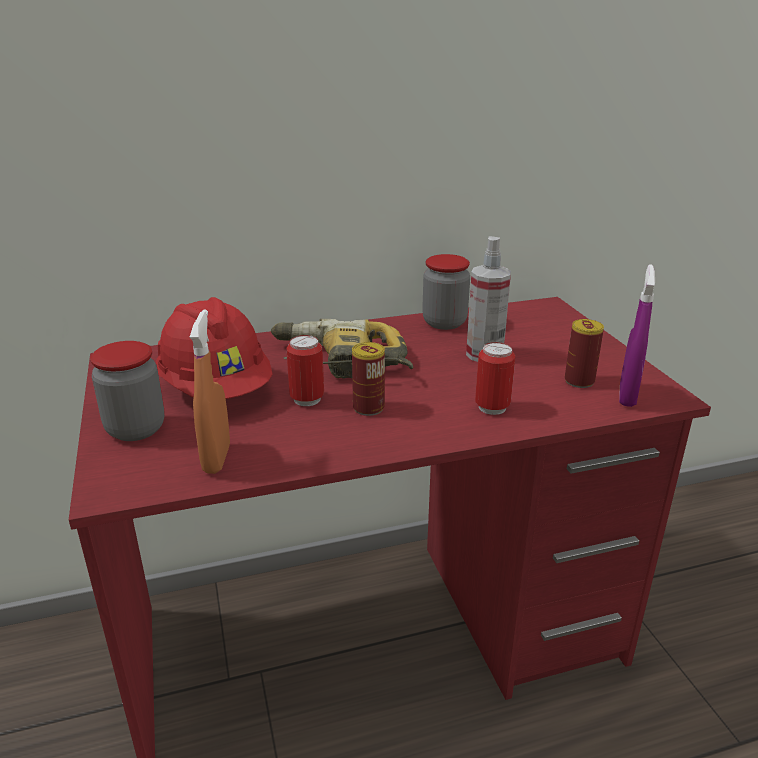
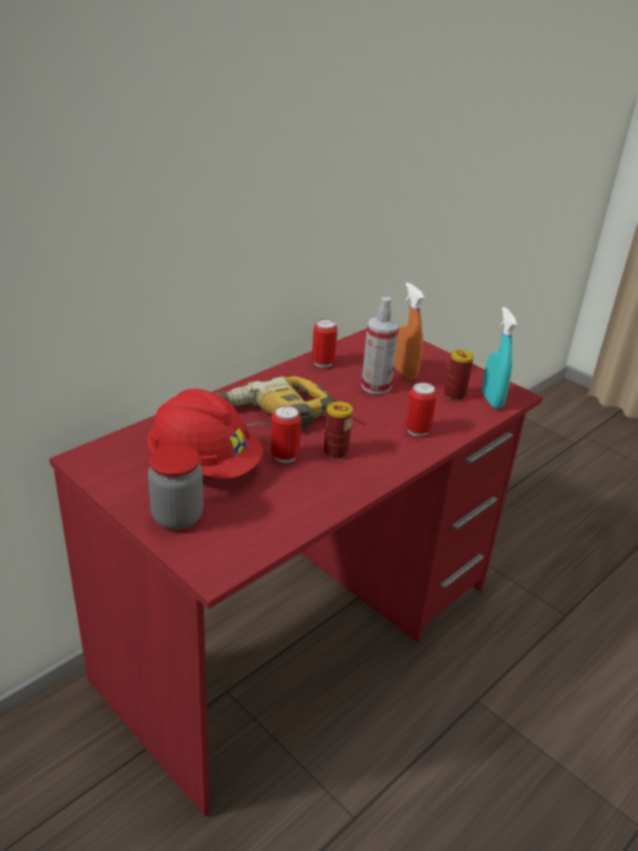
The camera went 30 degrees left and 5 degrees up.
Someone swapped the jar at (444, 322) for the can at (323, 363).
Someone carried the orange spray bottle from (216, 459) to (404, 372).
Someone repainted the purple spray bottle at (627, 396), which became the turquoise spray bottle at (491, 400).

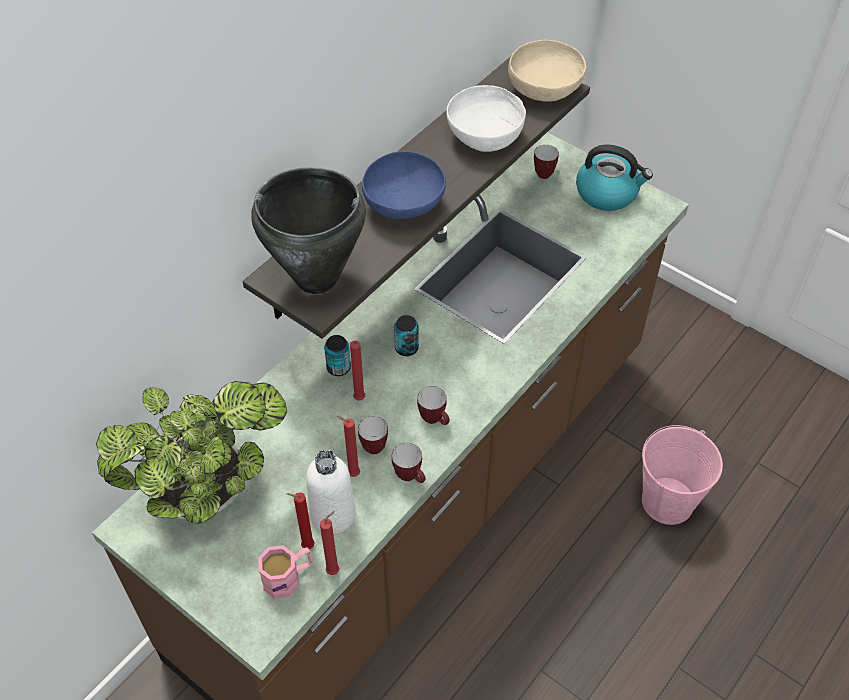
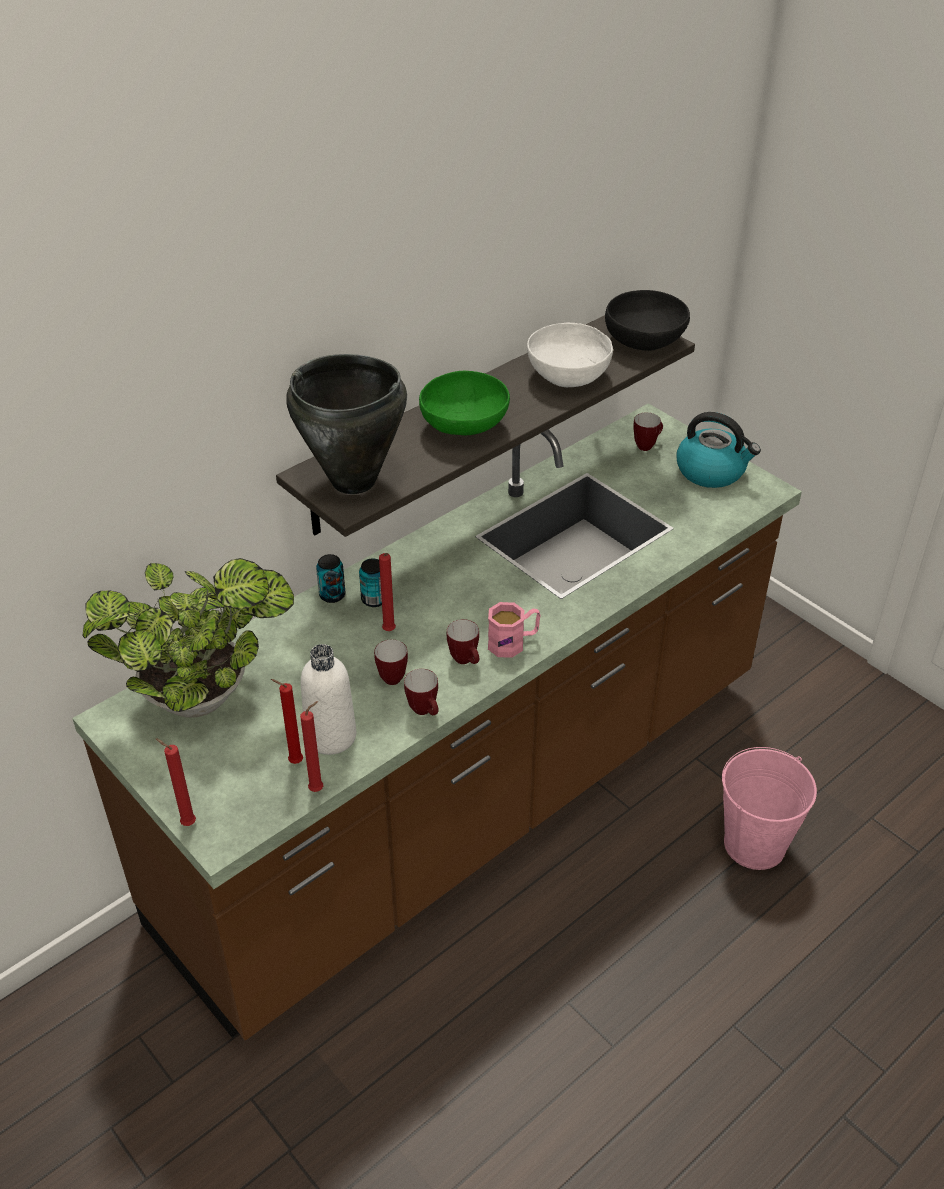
The camera went 10 degrees right and 10 degrees down.
Someone carried the red candle from (351, 474) to (186, 823).
Someone carried the can from (406, 348) to (332, 595).
Someone repainted the blue bowl at (404, 205), which became the green bowl at (465, 427).
Someone carried the pink mug from (288, 577) to (513, 642).
Someone repainted the beige bowl at (545, 89), which became the black bowl at (645, 340).

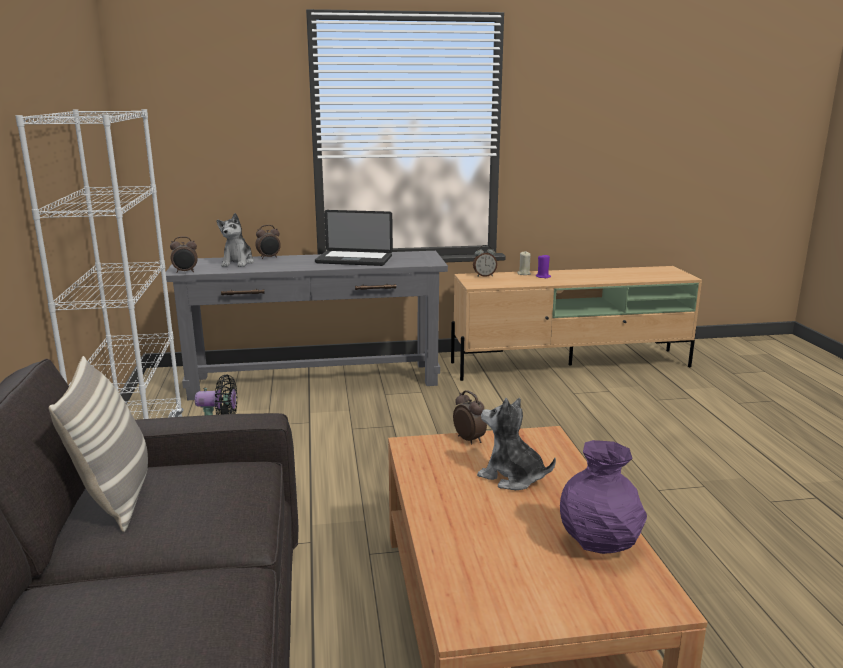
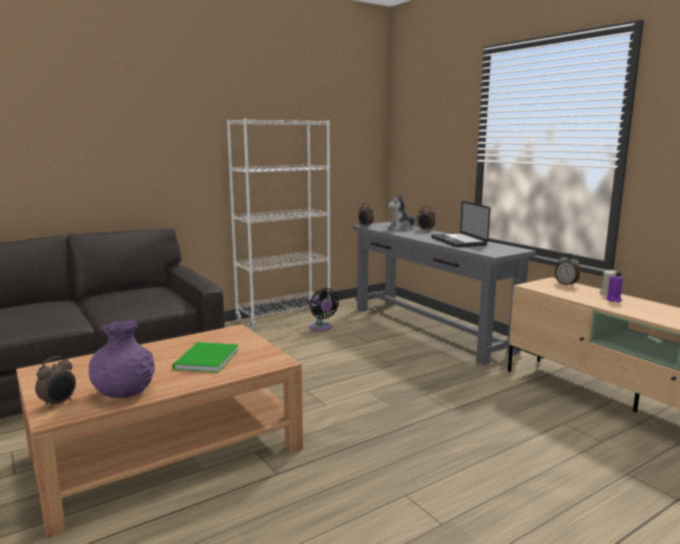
The camera went 65 degrees right and 5 degrees down.
Someone carried the alarm clock from (469, 439) to (59, 403).
Someone swapped the plush toy at (512, 477) for the green book at (204, 359).
Someone took away the pillow at (116, 496).

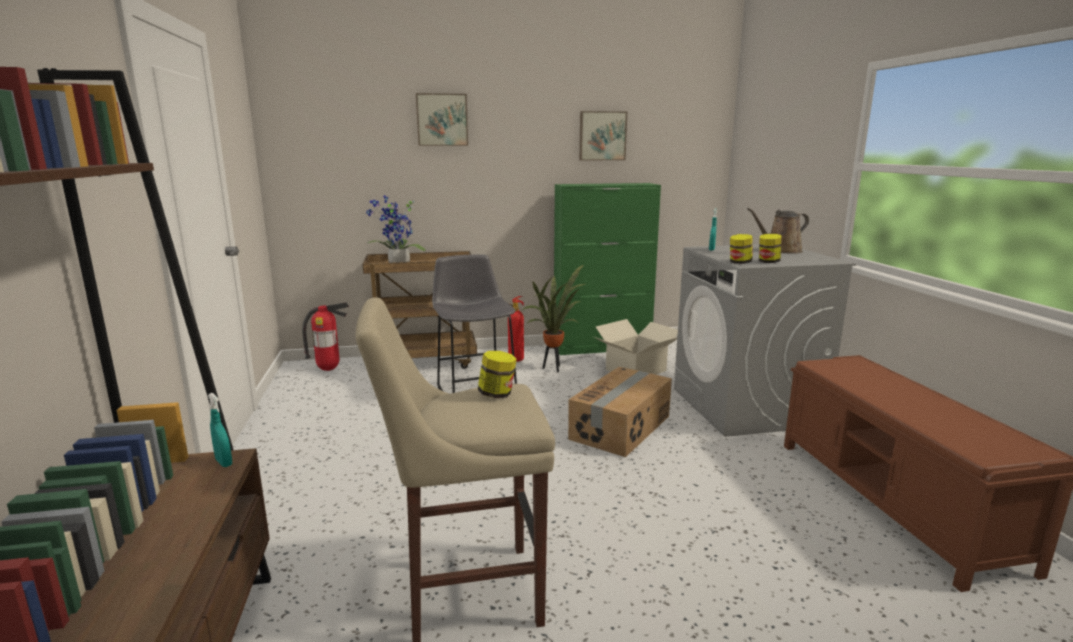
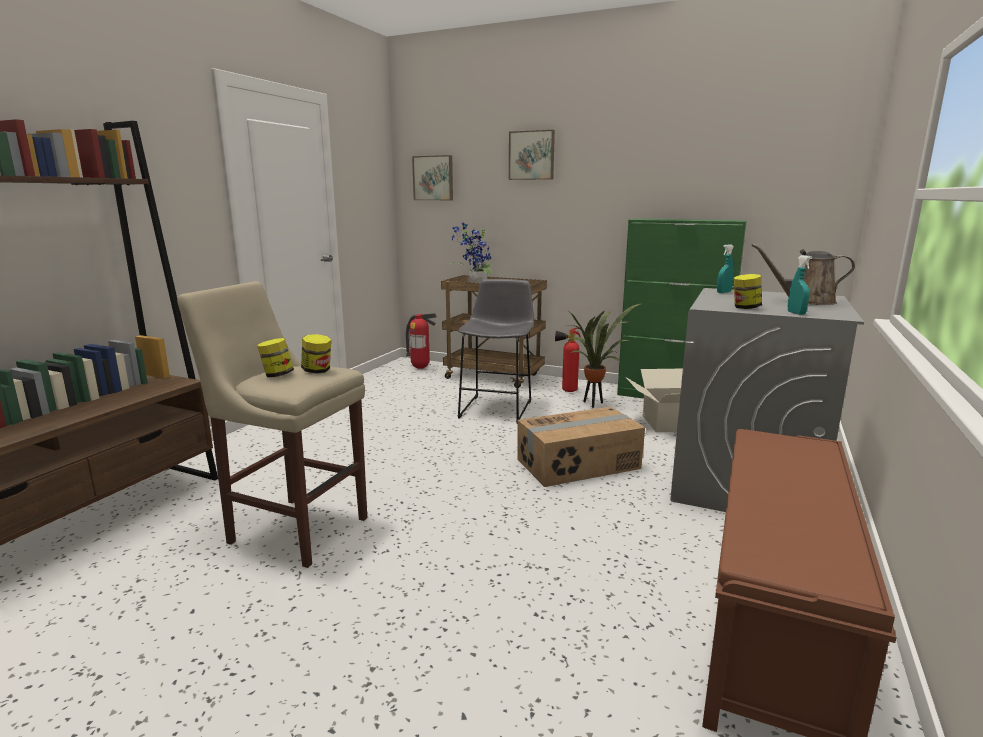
The camera went 35 degrees right and 0 degrees up.
Someone carried the jar from (739, 262) to (277, 375).
Someone carried the picture from (602, 136) to (433, 178).
Someone carried the turquoise spray bottle from (224, 462) to (796, 313).

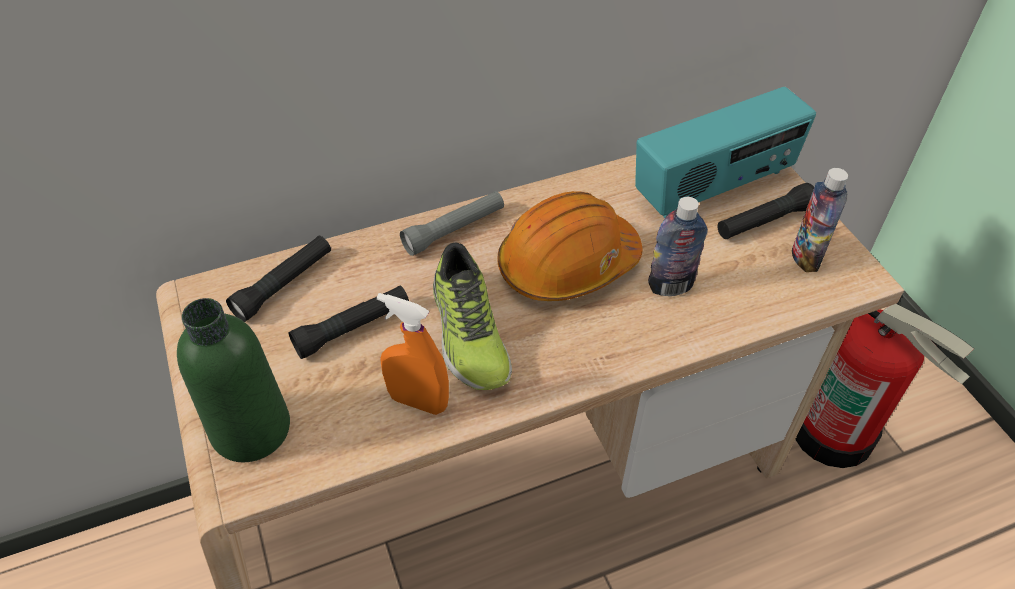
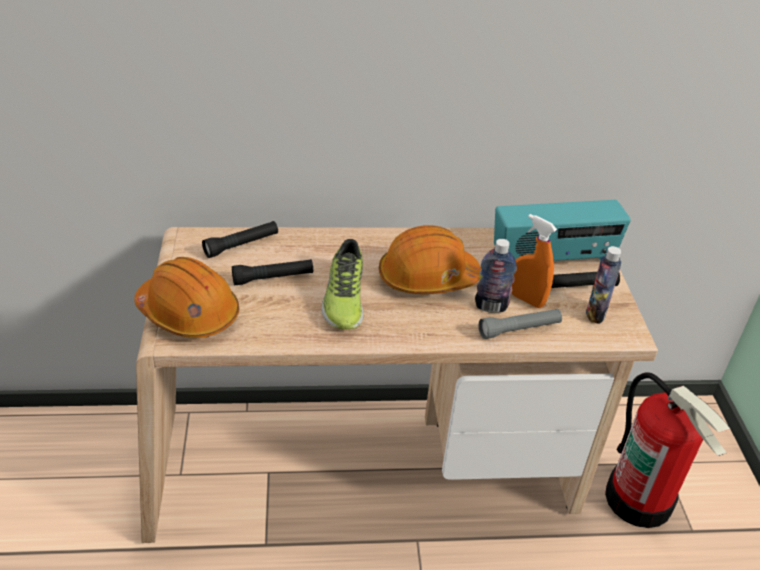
The camera went 15 degrees right and 10 degrees down.
Someone swapped the green bottle at (251, 429) for the orange hard hat at (189, 313).
Someone carried the grey flashlight from (454, 230) to (519, 329).
Someone carried the orange spray bottle from (418, 401) to (526, 299).

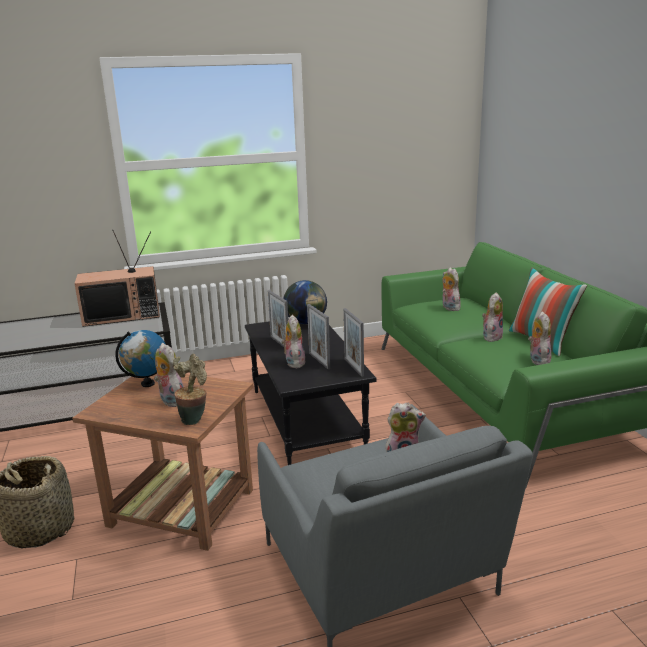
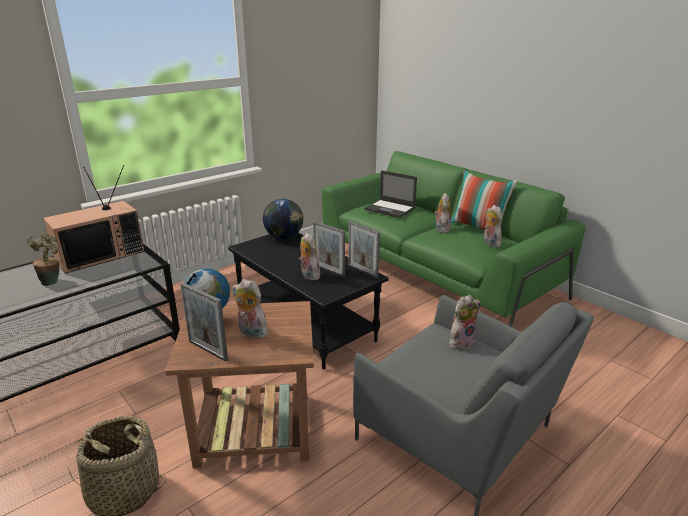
The camera went 25 degrees left and 5 degrees up.
Someone carried the potted plant from (194, 418) to (52, 281).
Someone carried the picture frame from (280, 343) to (208, 350).
Someone swapped the plush toy at (449, 308) for the laptop at (390, 209).

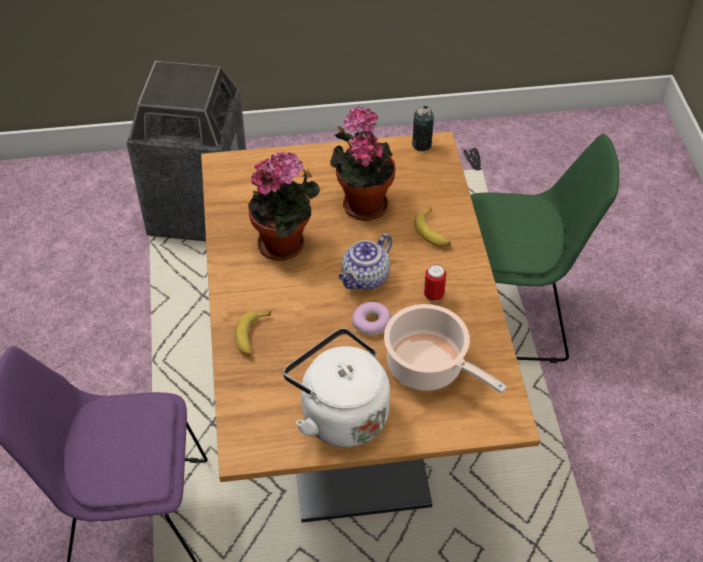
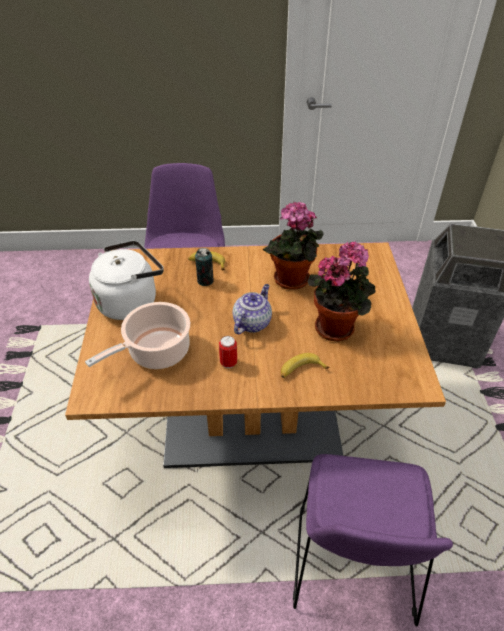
The camera went 95 degrees right and 5 degrees down.
Someone carried the can from (421, 145) to (205, 281).
Someone rotated the teapot at (365, 278) by 75 degrees clockwise.
Someone repainted the green chair at (512, 313), which became the purple chair at (353, 566).
Someone took away the donut at (371, 323).

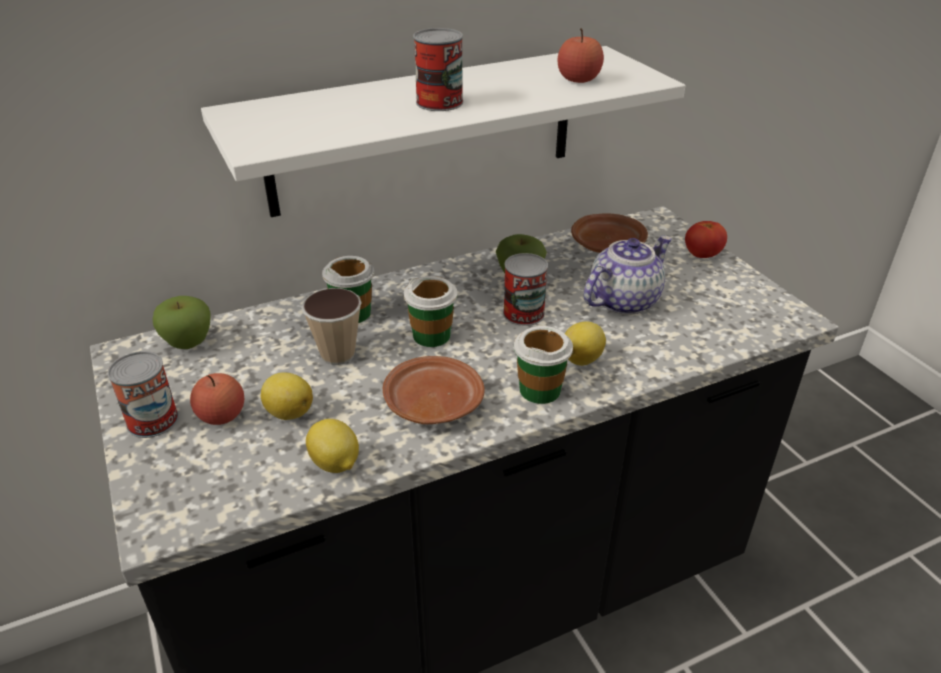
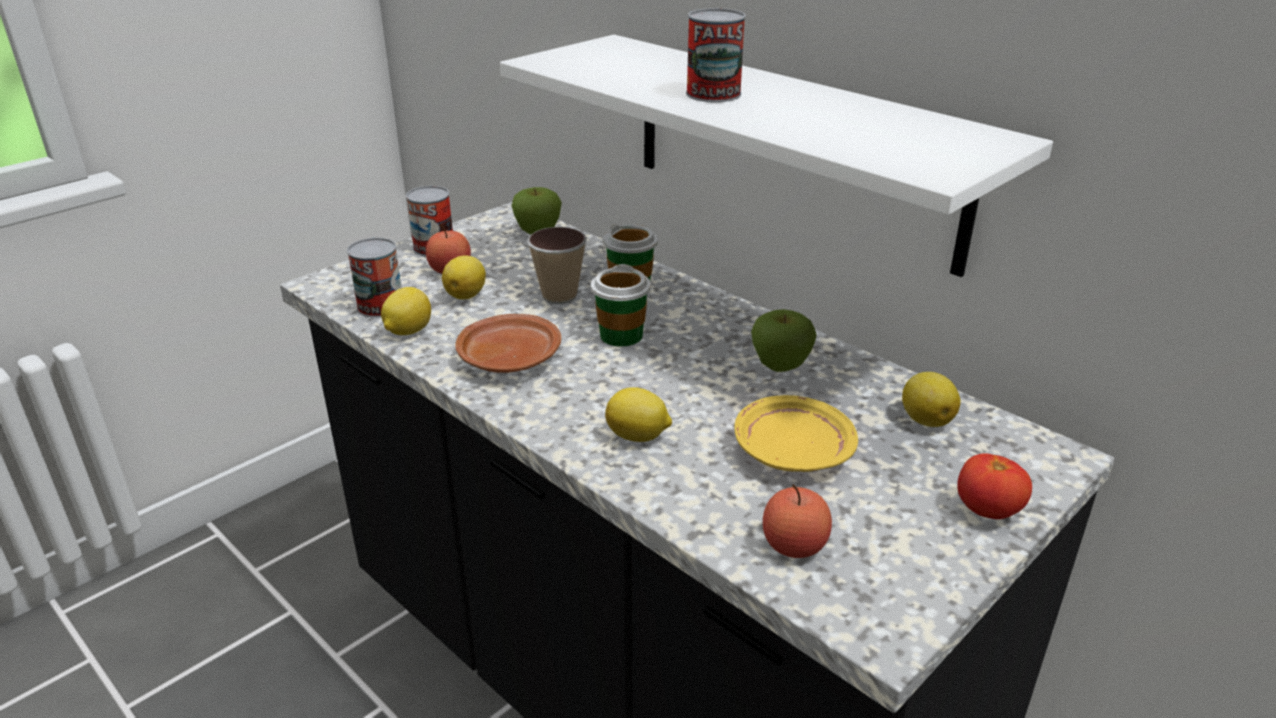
The camera went 70 degrees right and 5 degrees down.
Someone carried the can from (523, 313) to (380, 306).
Someone swapped the teapot at (623, 300) for the yellow plate at (791, 451).
Someone carried the apple from (578, 80) to (794, 545).
Someone swapped the brown plate at (607, 245) for the lemon at (925, 419).
Someone took away the cup at (540, 390).

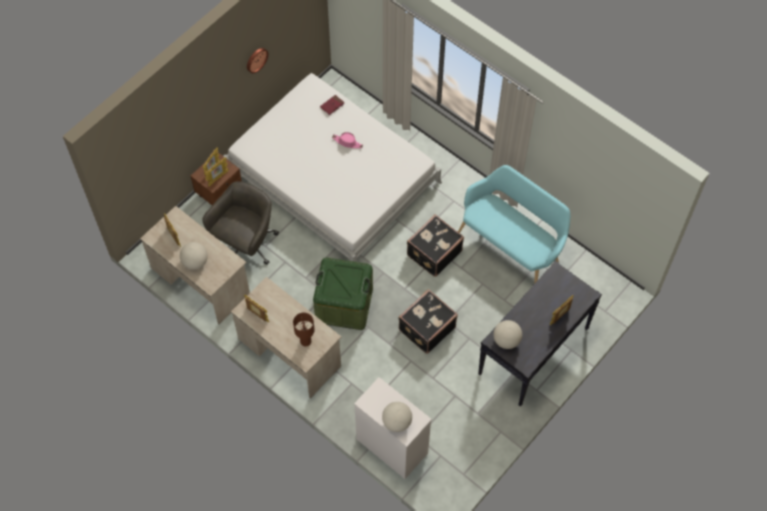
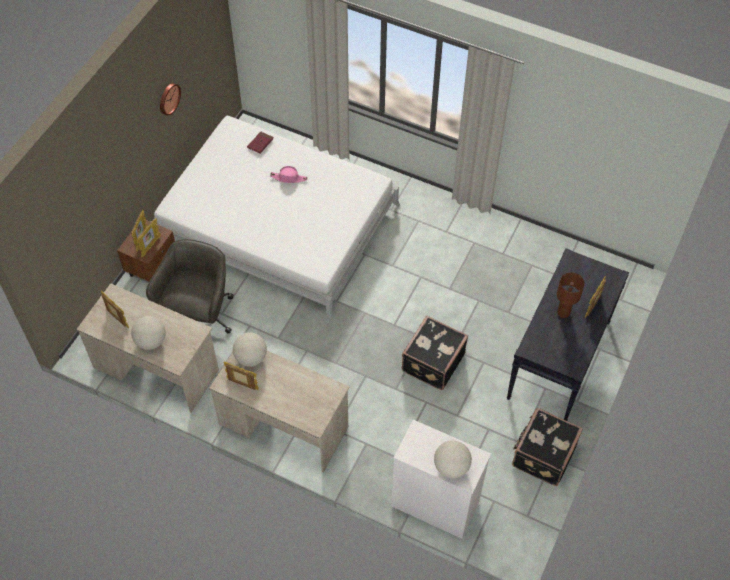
The camera went 15 degrees left and 5 degrees down.
Someone carried the globe from (506, 340) to (251, 358).
Someone carried the black suitcase from (433, 253) to (542, 455).
Someone carried the brown table lamp from (306, 341) to (563, 312).
Someone took away the green storage box at (344, 304).
Someone took away the turquoise bench at (511, 246).

